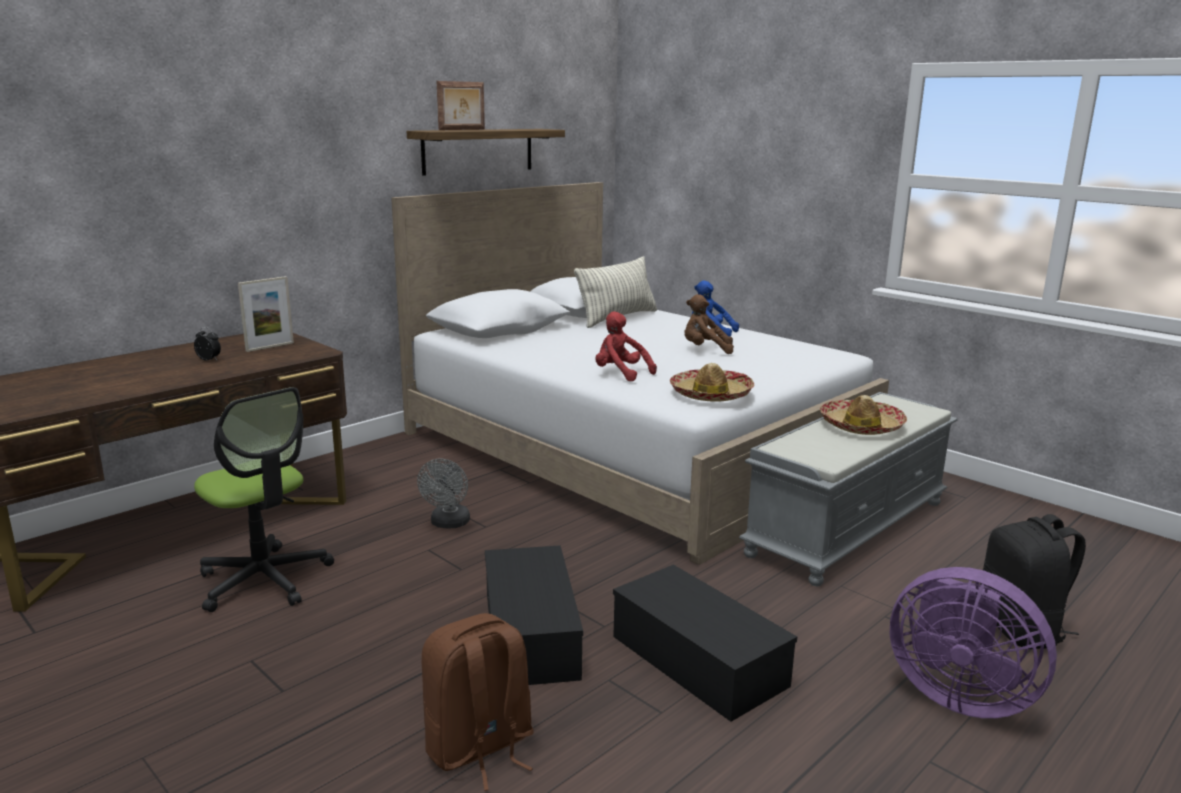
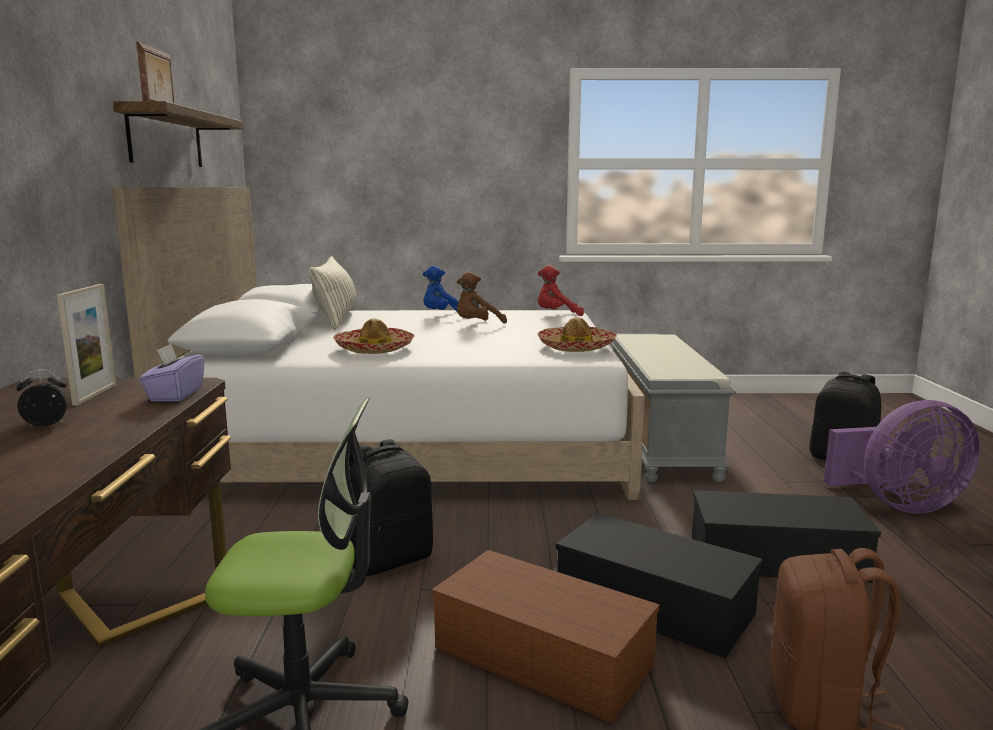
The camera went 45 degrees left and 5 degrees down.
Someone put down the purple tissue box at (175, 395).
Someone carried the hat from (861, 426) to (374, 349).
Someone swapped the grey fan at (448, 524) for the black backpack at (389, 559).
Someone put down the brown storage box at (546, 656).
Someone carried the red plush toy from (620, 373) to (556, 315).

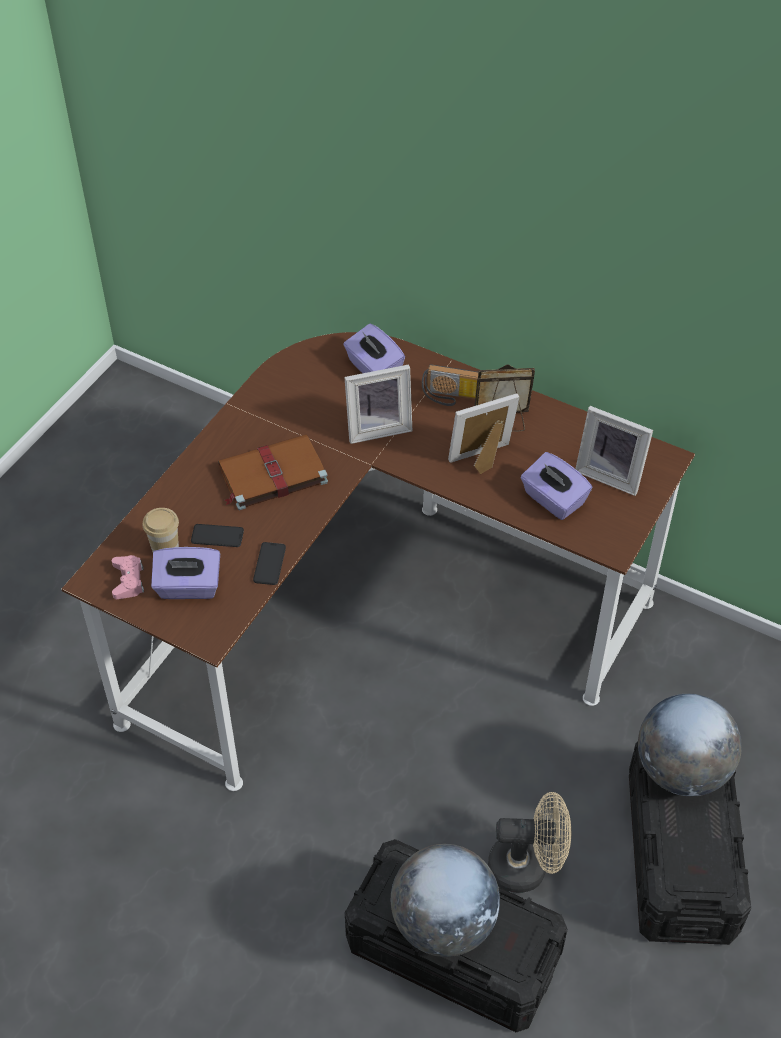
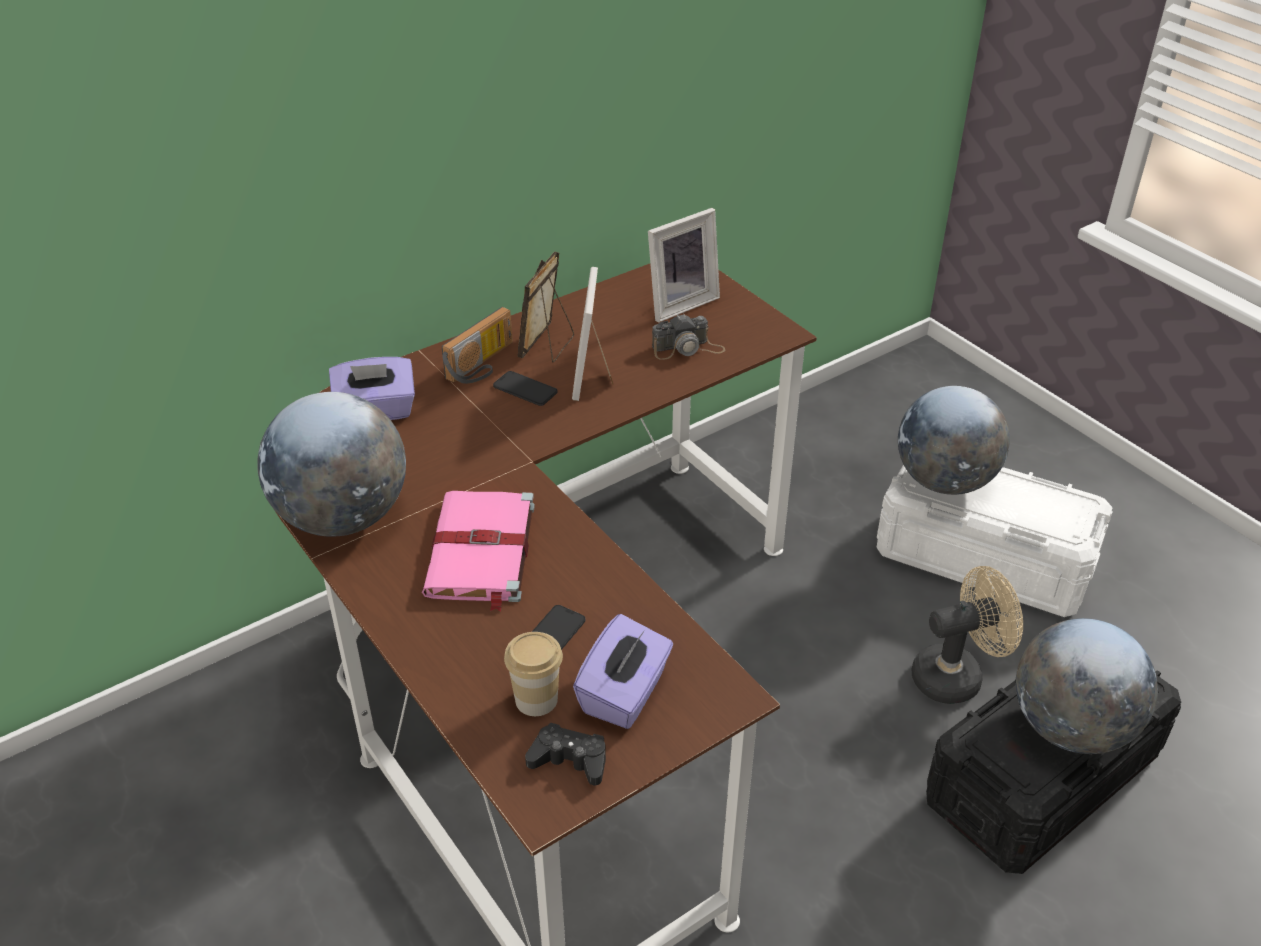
The camera went 65 degrees left and 10 degrees down.
Someone put down the globe at (343, 517).
Someone repainted the brown book at (271, 475), which became the pink book at (481, 552).
Someone carried the phone from (269, 564) to (525, 389).
Someone repainted the pink game controller at (128, 580), which became the black game controller at (570, 760).
Someone swapped the purple tissue box at (553, 500) for the photo camera at (687, 349).
Someone repainted the black storage box at (680, 855), which became the white storage box at (983, 558).
Someone rotated the beige fan at (527, 866) by 45 degrees clockwise.
Someone took away the picture frame at (377, 427).

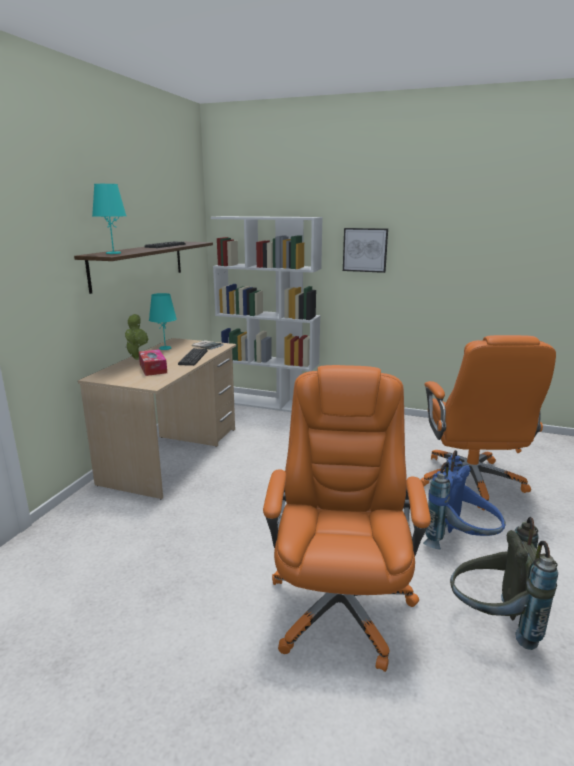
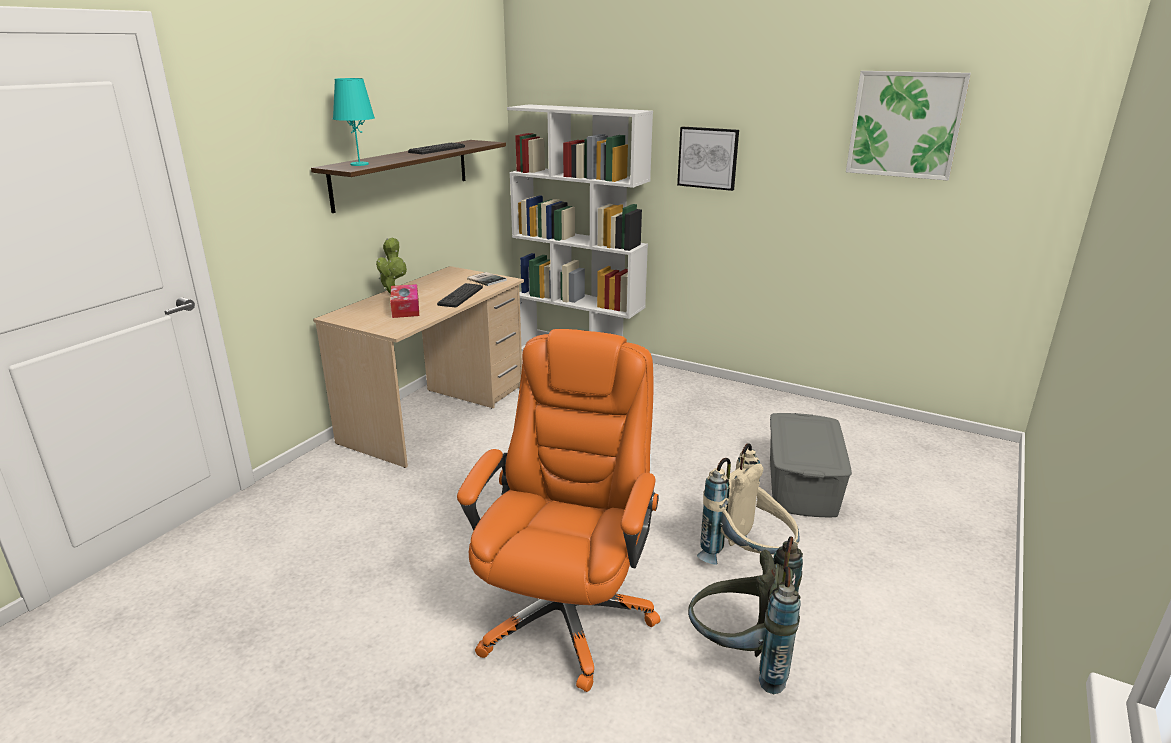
The camera went 10 degrees right and 5 degrees up.
Someone repainted the blue backpack at (461, 544), which became the beige backpack at (748, 561).
Someone swapped the orange office chair at (471, 482) for the grey storage box at (801, 485).
Someone put up the picture at (905, 124).
Someone took away the turquoise table lamp at (165, 348).

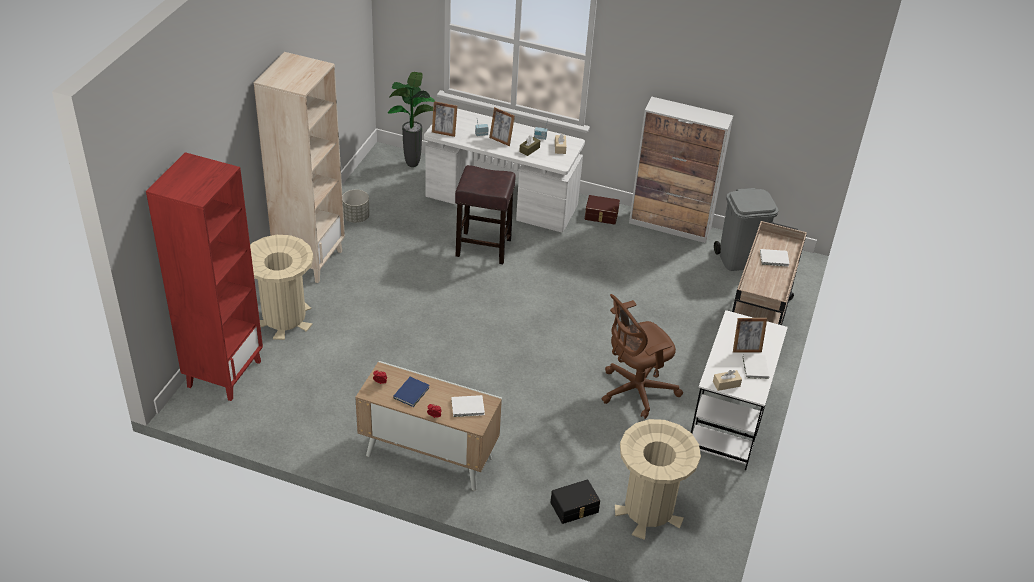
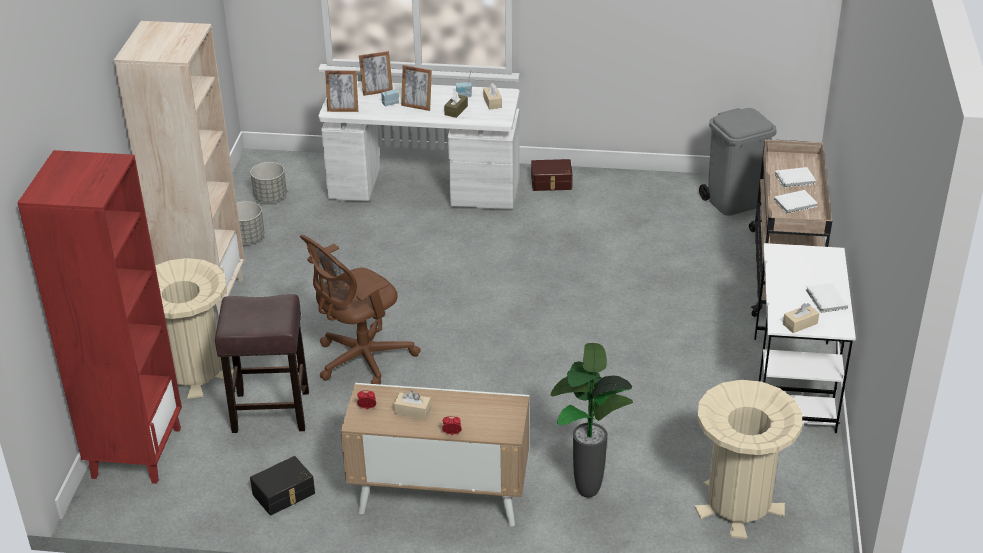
The camera went 10 degrees left and 5 degrees down.
Someone carried the brown stool from (482, 247) to (269, 412).
Someone put down the grey planter at (270, 197).
Someone carried the black storage box from (575, 508) to (284, 494).
Someone carried the brown office chair from (634, 391) to (360, 360).
Someone carried the picture frame from (746, 349) to (377, 91).
Someone swapped the blue book at (412, 392) for the beige tissue box at (413, 411).
Someone carried the potted plant from (411, 165) to (586, 493).
Someone carried the white book from (468, 407) to (796, 203).
Someone took away the cabinet at (670, 226).

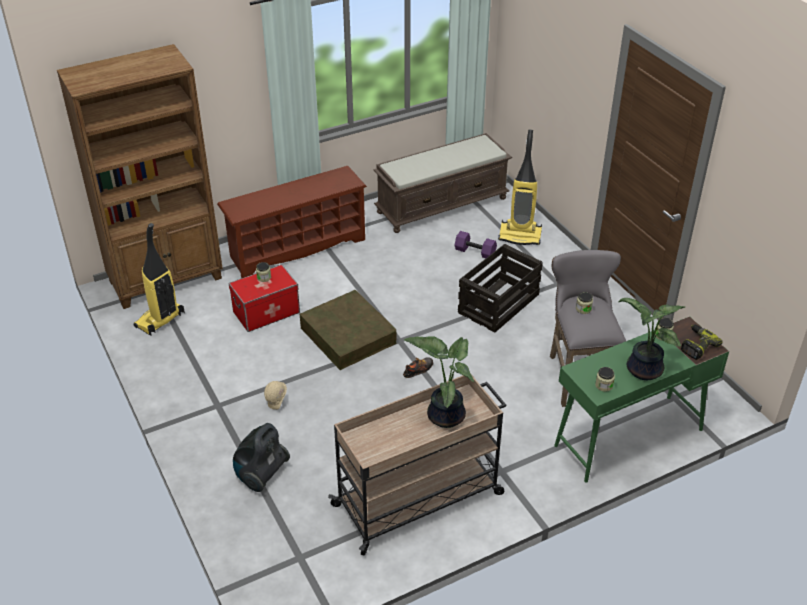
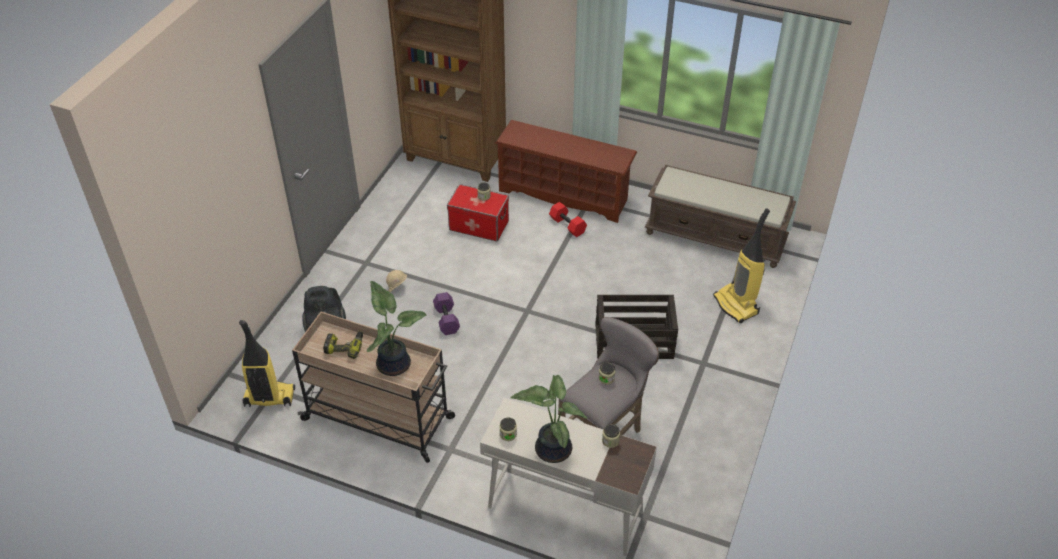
The camera went 50 degrees right and 5 degrees up.
Someone carried the vacuum cleaner from (160, 321) to (269, 398).
Someone carried the power drill from (696, 345) to (345, 347).
Someone carried the purple dumbbell from (475, 251) to (447, 320).
Someone repainted the green desk at (628, 438), which became the white desk at (564, 509).
Someone put down the red dumbbell at (568, 225).
Someone took away the brown storage box at (348, 335).
Someone took away the shoe at (418, 370).

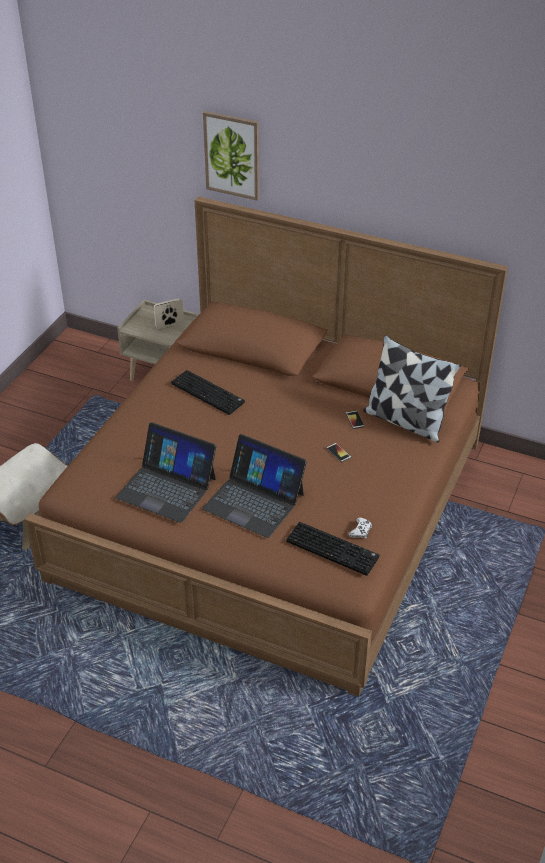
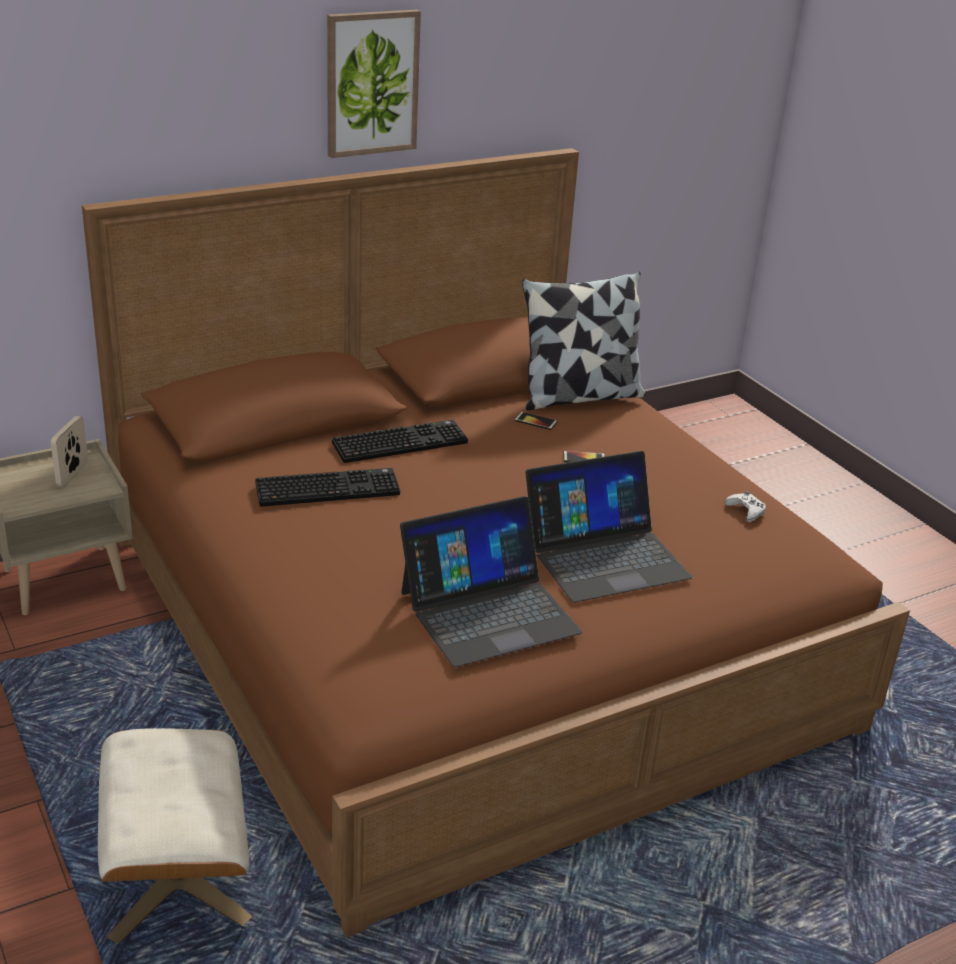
The camera went 55 degrees left and 10 degrees down.
Someone carried the picture from (232, 155) to (371, 83).
Someone carried the keyboard from (334, 549) to (400, 442).

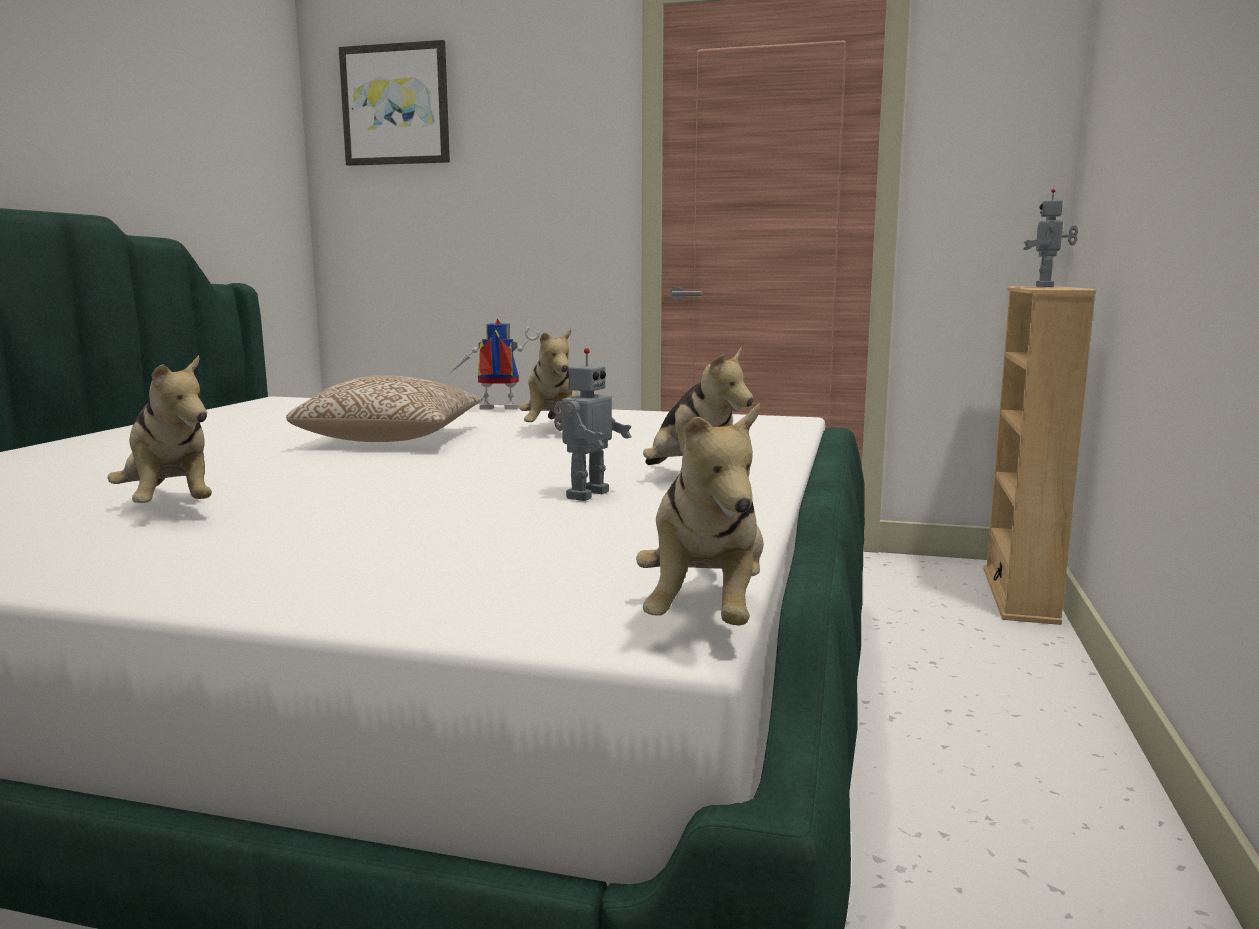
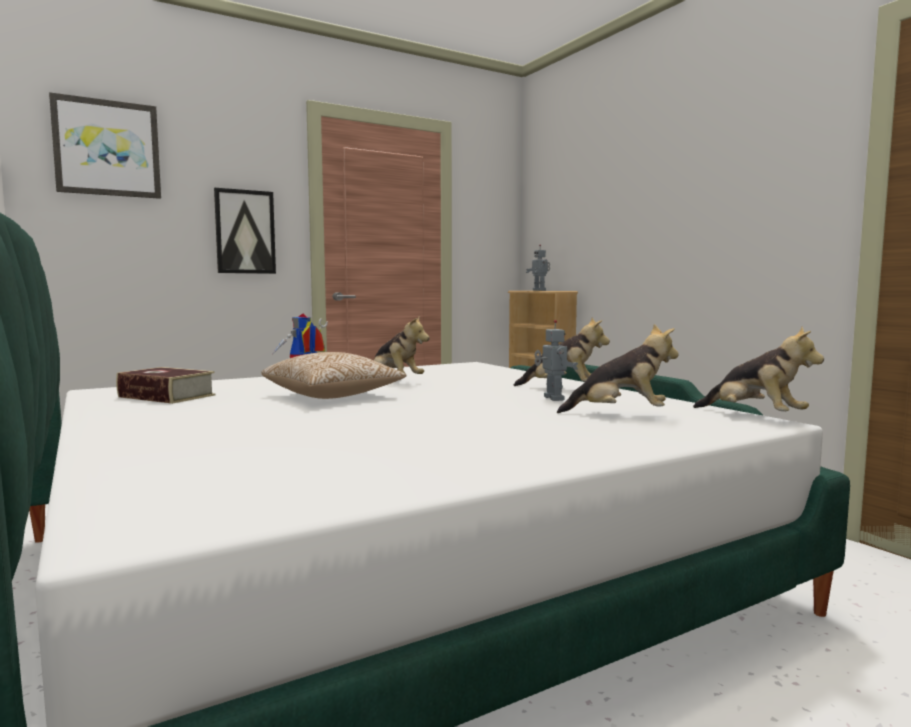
The camera went 45 degrees left and 5 degrees down.
Someone put down the book at (166, 396).
Someone put up the picture at (245, 232).
Someone carried the plush toy from (170, 507) to (620, 414).

